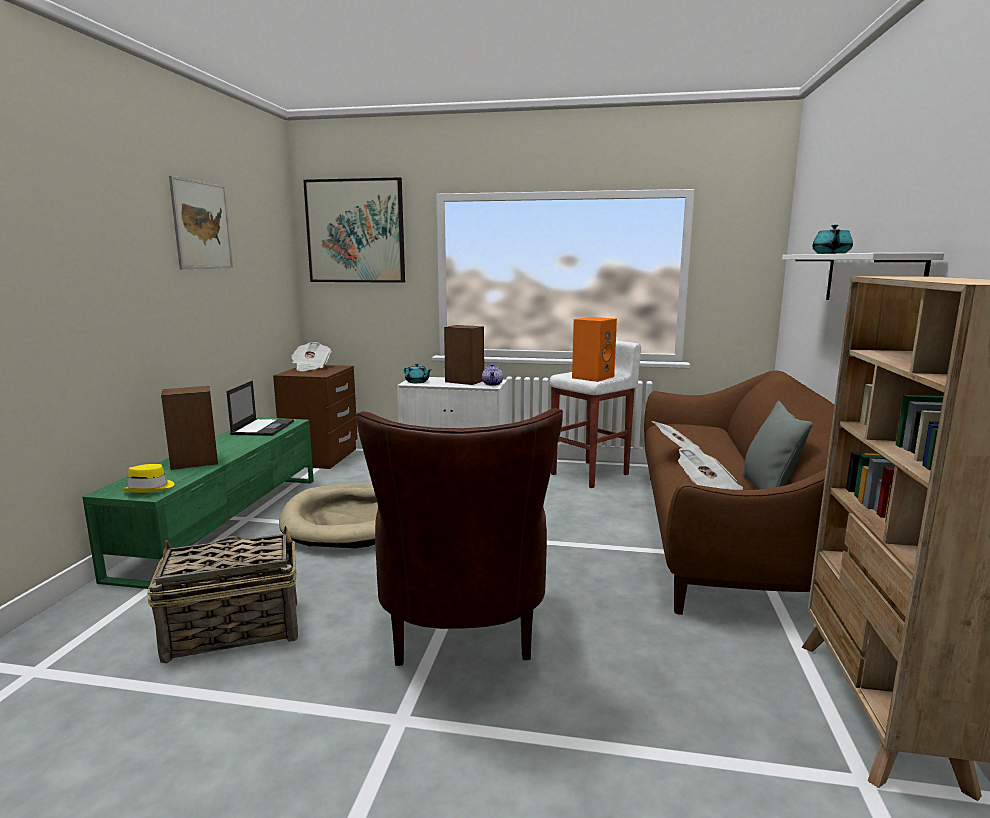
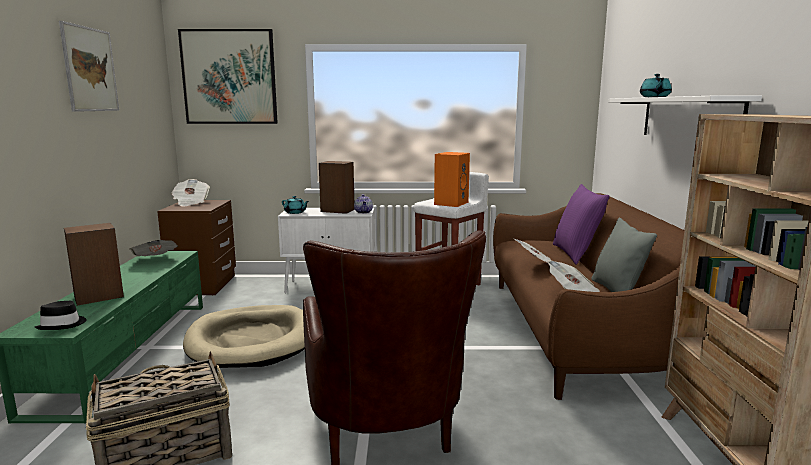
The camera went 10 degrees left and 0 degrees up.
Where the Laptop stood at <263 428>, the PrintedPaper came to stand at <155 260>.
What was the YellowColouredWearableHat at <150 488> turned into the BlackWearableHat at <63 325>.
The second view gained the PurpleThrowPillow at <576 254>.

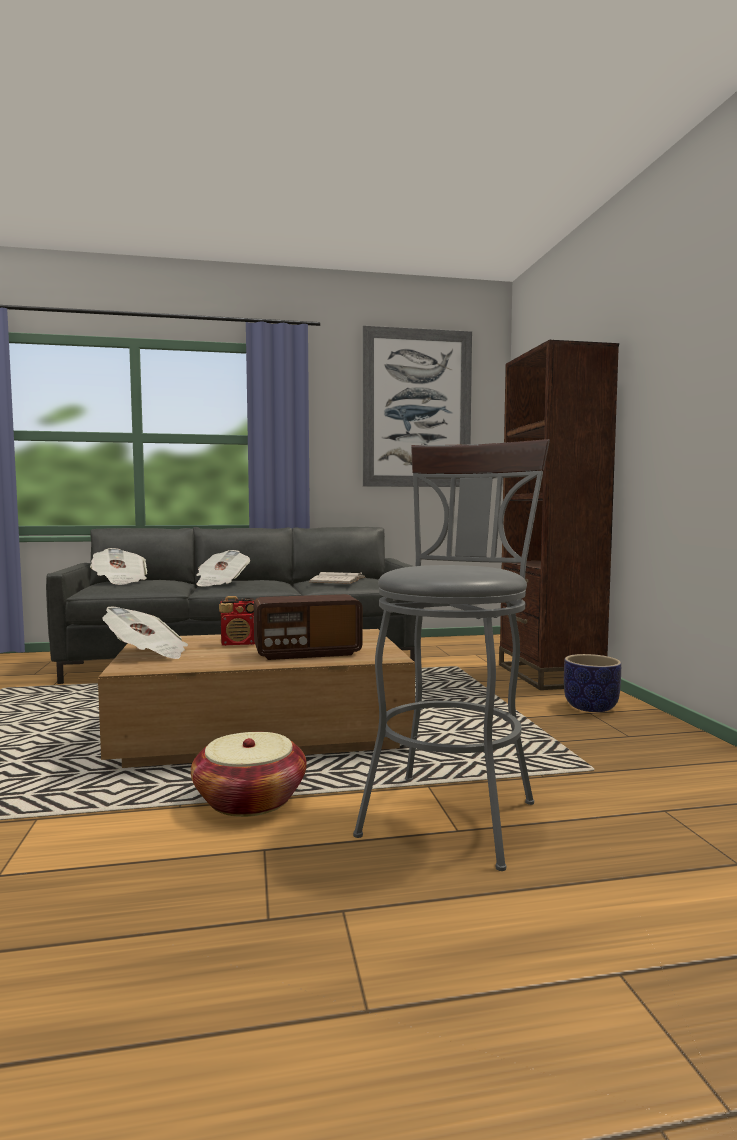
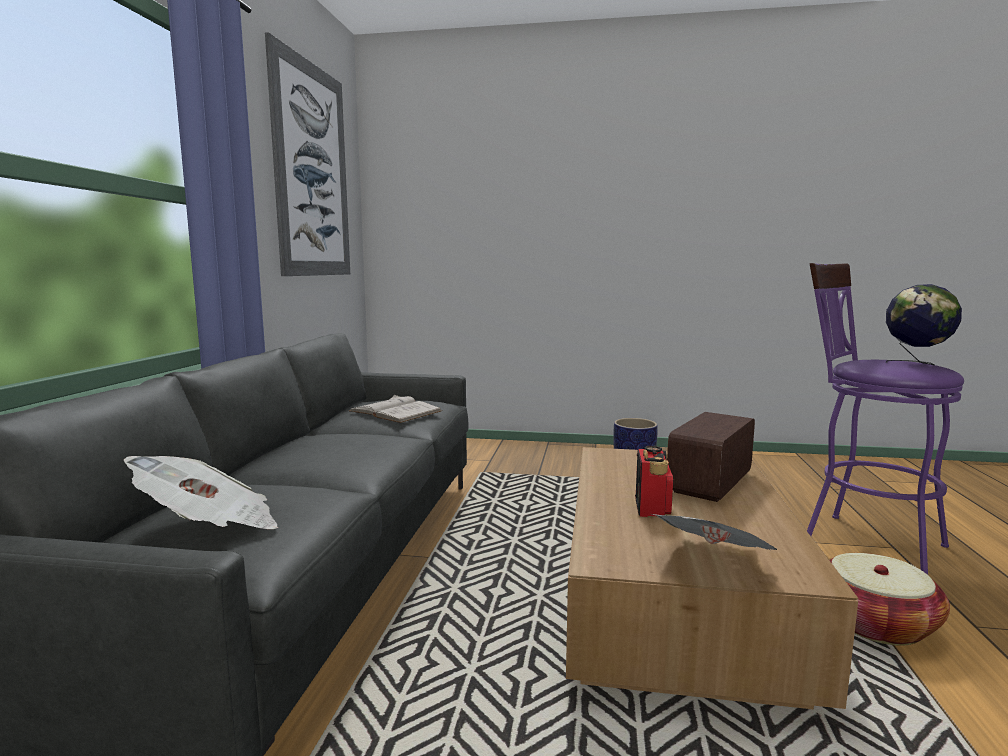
The camera went 70 degrees left and 5 degrees up.
The second view lost the BrownBookcase at <549 675>.
What was the GrayStoolSeat at <452 811> turned into the PurpleStoolSeat at <860 542>.
The second view lost the PrintedPaper at <221 583>.
The Radio at <307 653> ended up facing another way, 150 degrees counterclockwise from before.
The second view gained the DeskGlobe at <916 363>.

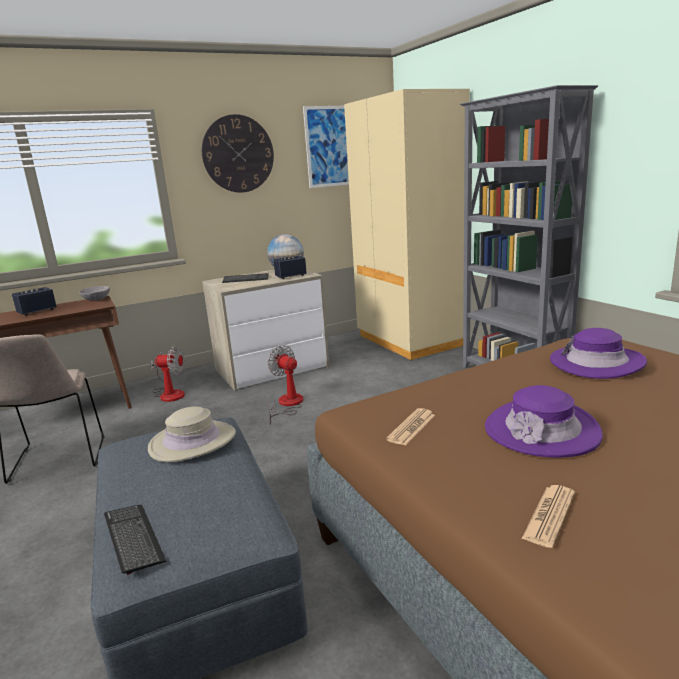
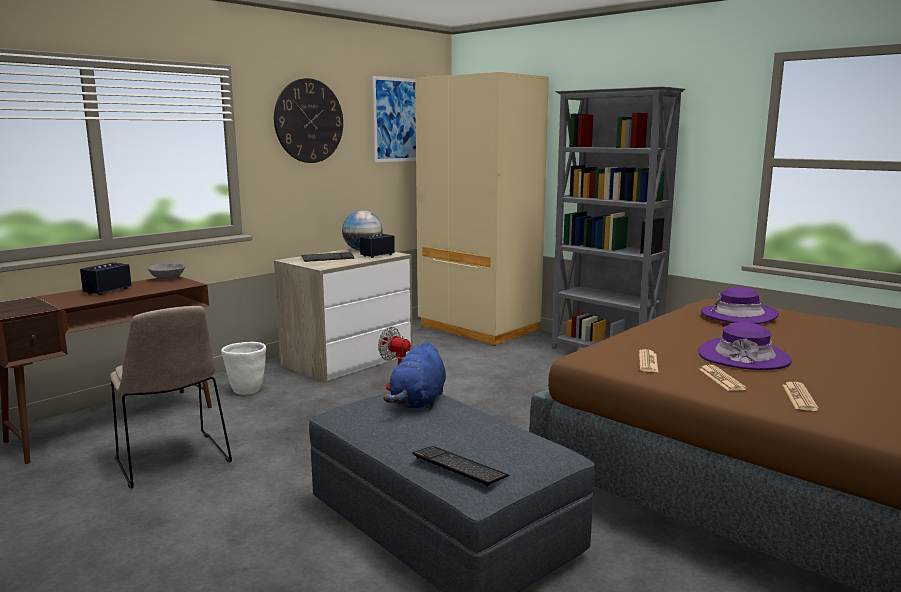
The camera went 20 degrees left and 5 degrees down.
Where the CoolingFan stood at <169 393>, the WhitePlantPot came to stand at <246 390>.
Where the SandColouredWearableHat stood at <192 442>, the BluePlushToy came to stand at <418 402>.
The second view gained the PrintedPaper at <721 379>.

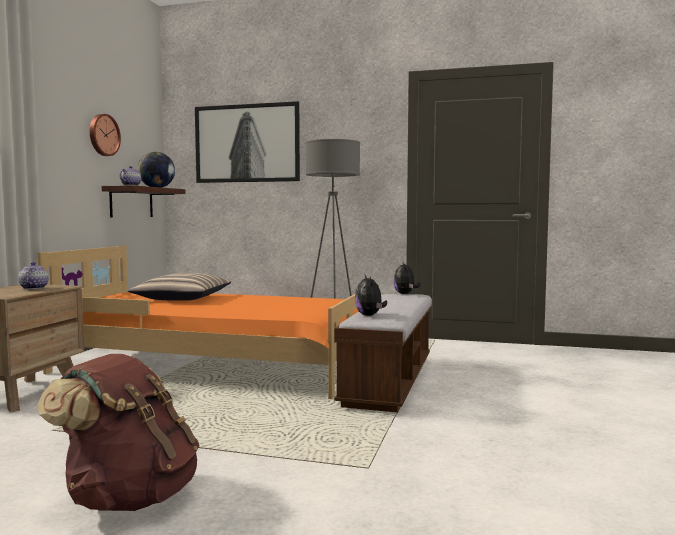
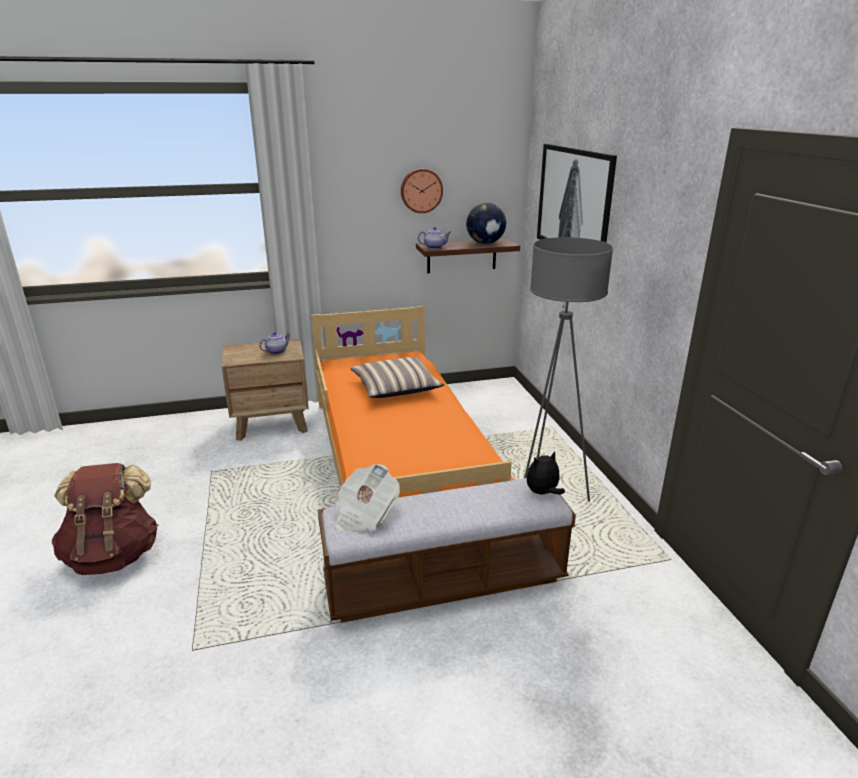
The camera went 60 degrees right and 20 degrees up.
Where the PlushToy stood at <370 315>, the PrintedPaper came to stand at <365 514>.

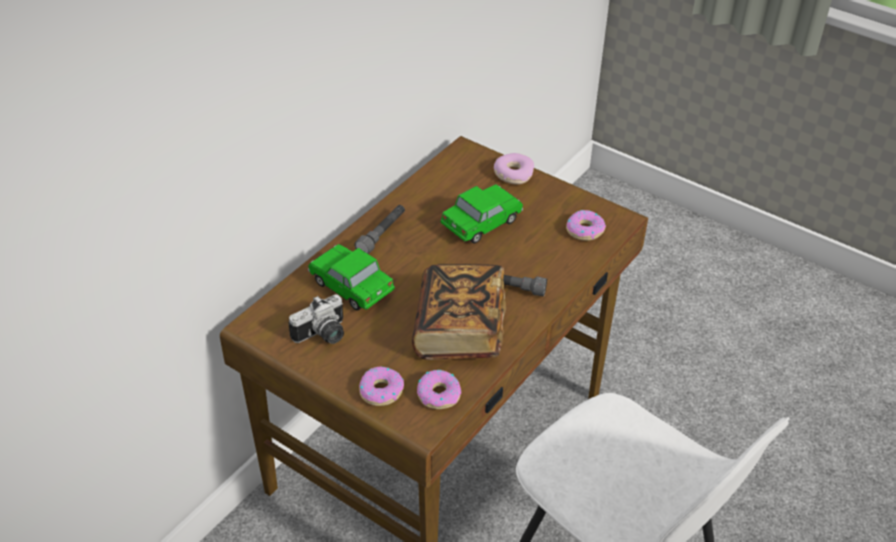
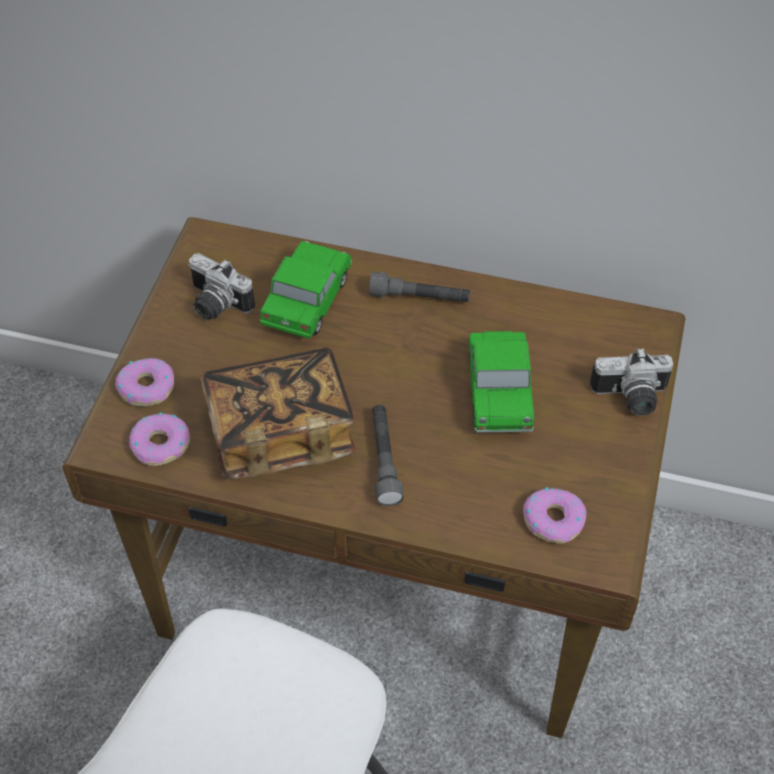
The camera went 70 degrees right and 10 degrees up.
Where the RingDoughnut stood at <513 174>, the PhotoCamera came to stand at <630 398>.
The ToyCar at <481 224> ended up facing another way, 60 degrees clockwise from before.

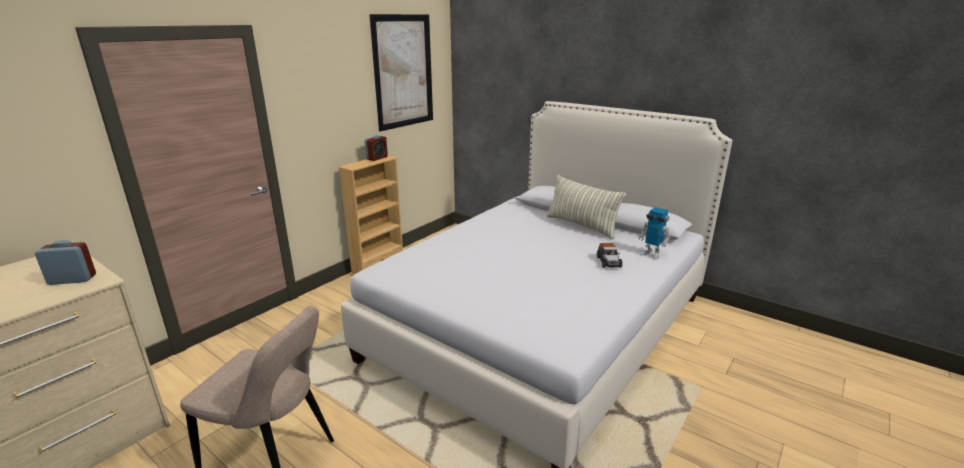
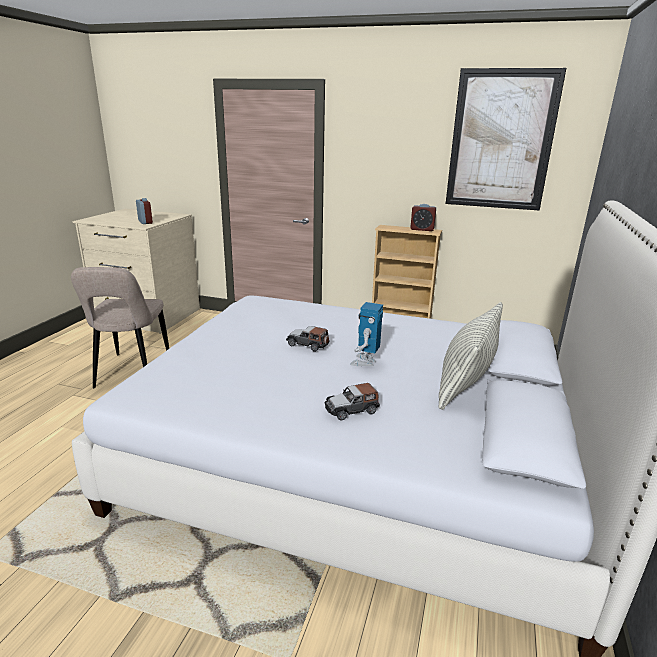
The camera went 70 degrees right and 0 degrees up.
The RobotFigure ended up elsewhere, having gone from <651 254> to <365 362>.
The second view gained the ToyCar at <308 344>.

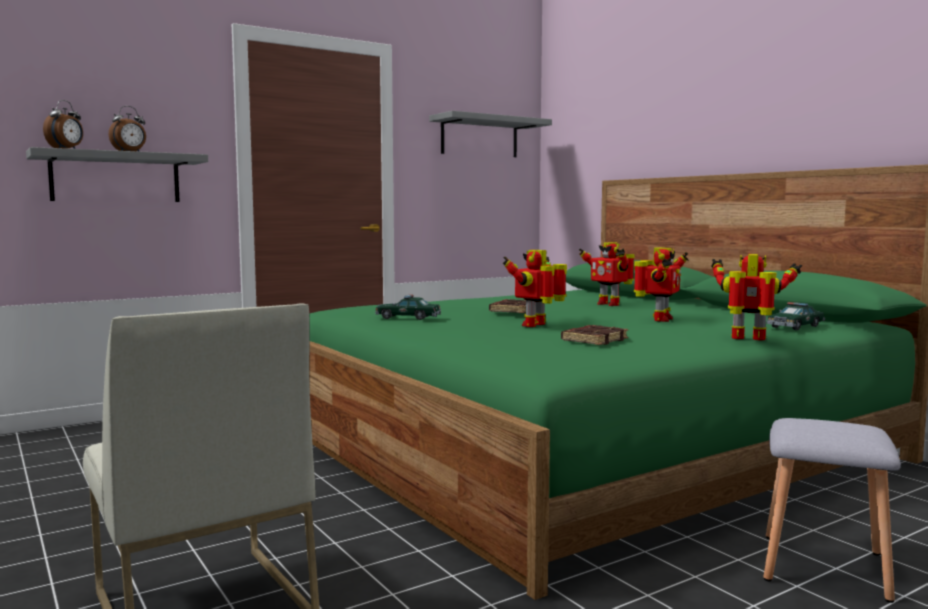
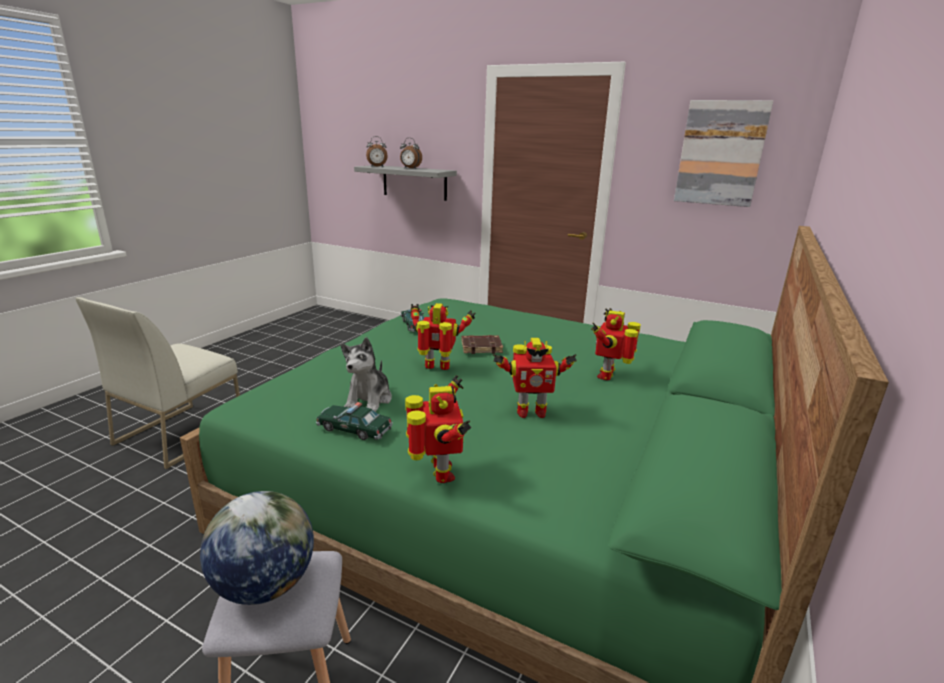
The camera went 60 degrees right and 15 degrees up.
Where the GrayBracketShelf hung at <479 137>, the WallArt came to hang at <720 153>.
The ToyCar ended up elsewhere, having gone from <795 327> to <354 429>.
Where the BrownVolume stood at <594 340>, the PlushToy came to stand at <369 400>.
The second view gained the DeskGlobe at <265 585>.

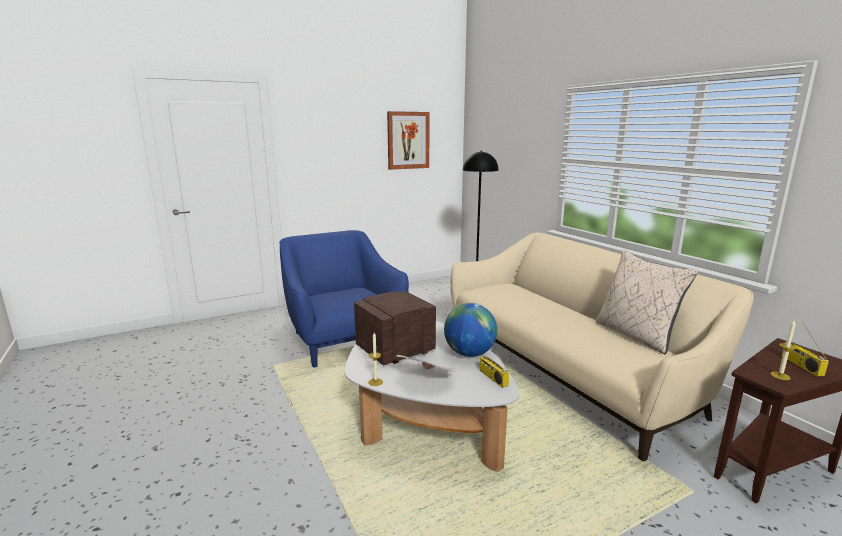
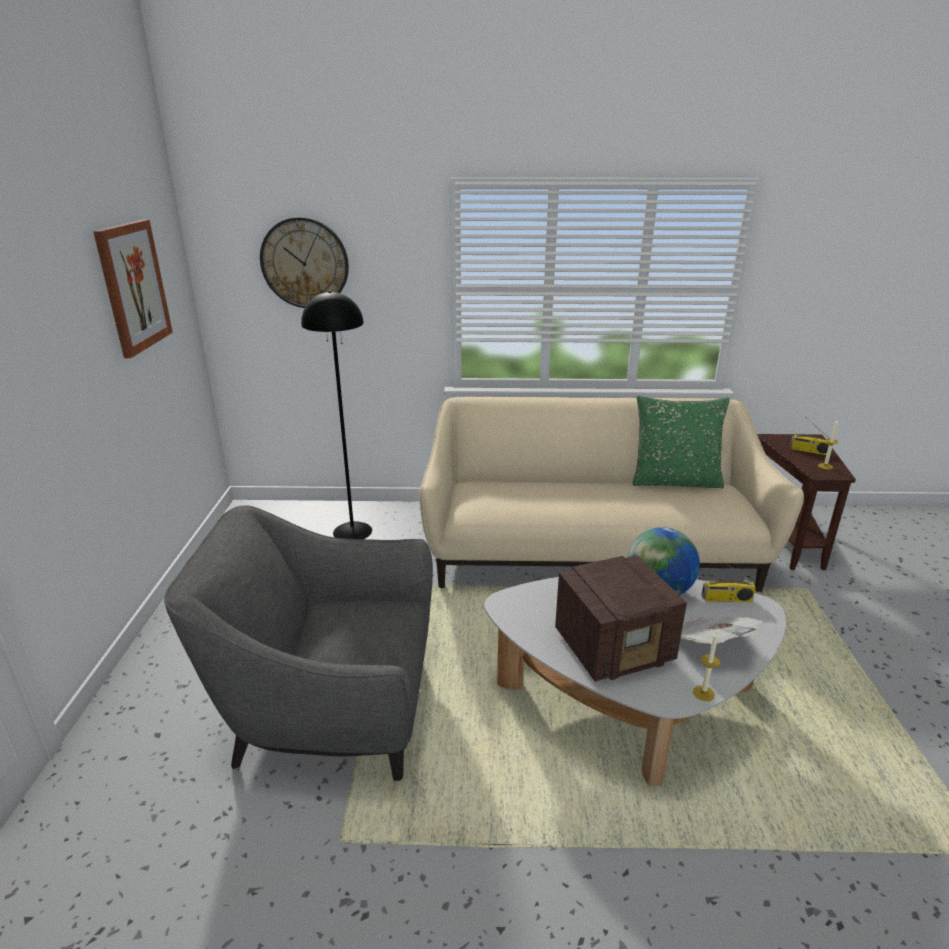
The camera went 60 degrees left and 10 degrees up.
What was the BlueLoungeChair at <342 340> turned into the GrayLoungeChair at <331 711>.
What was the SandColouredThrowPillow at <635 335> turned into the GreenThrowPillow at <675 481>.
The Radio at <393 350> ended up facing another way, 105 degrees counterclockwise from before.
The second view gained the WallClock at <305 263>.

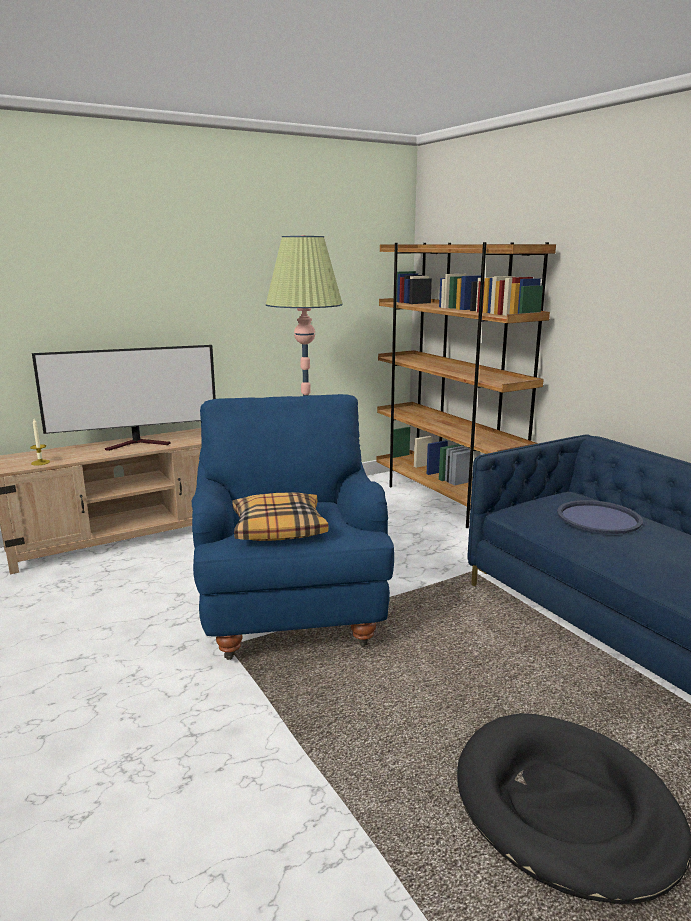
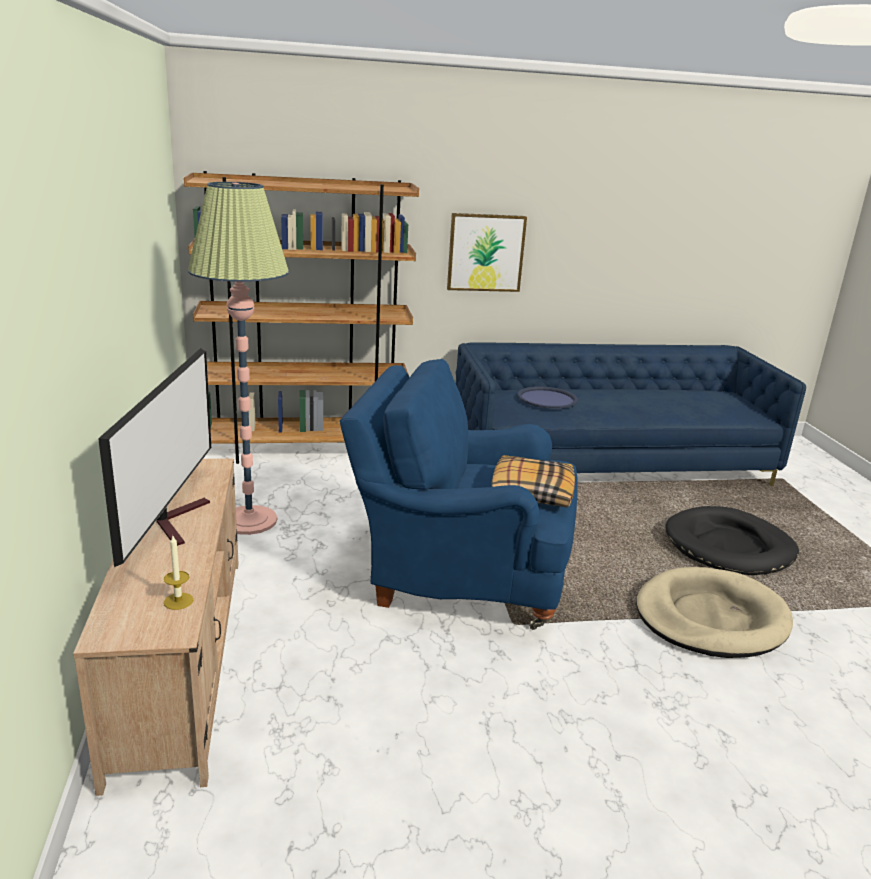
The camera went 70 degrees left and 5 degrees up.
The second view gained the WallArt at <485 252>.
The second view gained the SandColouredDogBed at <710 618>.

